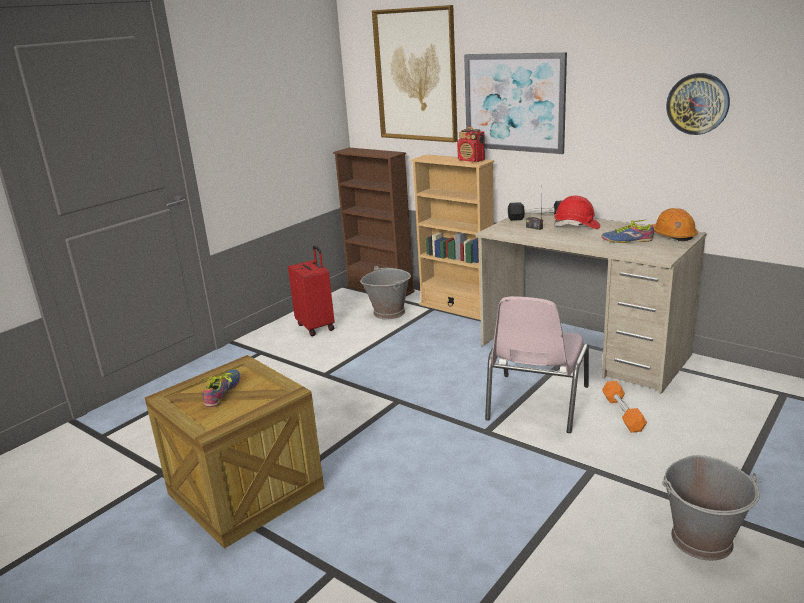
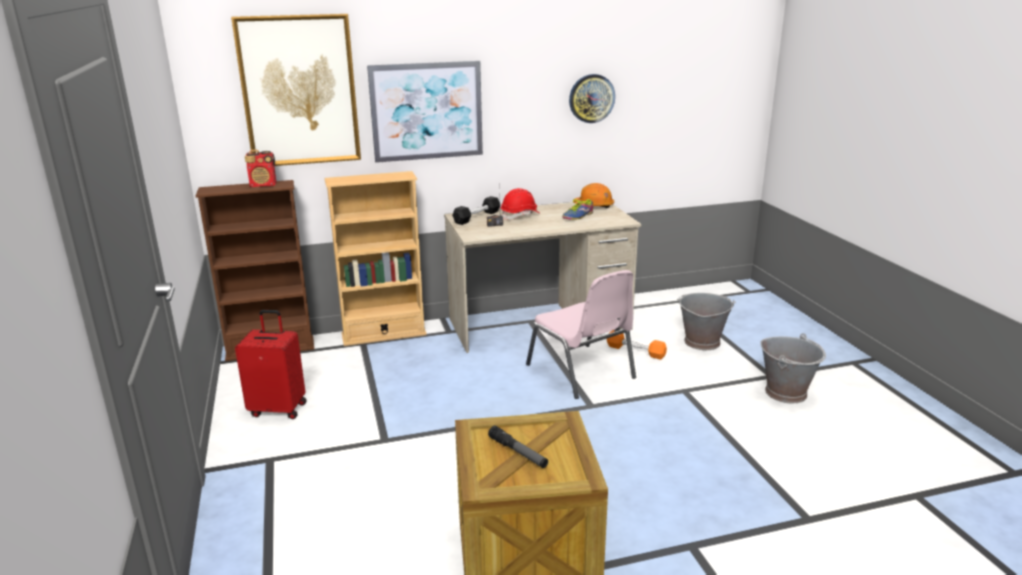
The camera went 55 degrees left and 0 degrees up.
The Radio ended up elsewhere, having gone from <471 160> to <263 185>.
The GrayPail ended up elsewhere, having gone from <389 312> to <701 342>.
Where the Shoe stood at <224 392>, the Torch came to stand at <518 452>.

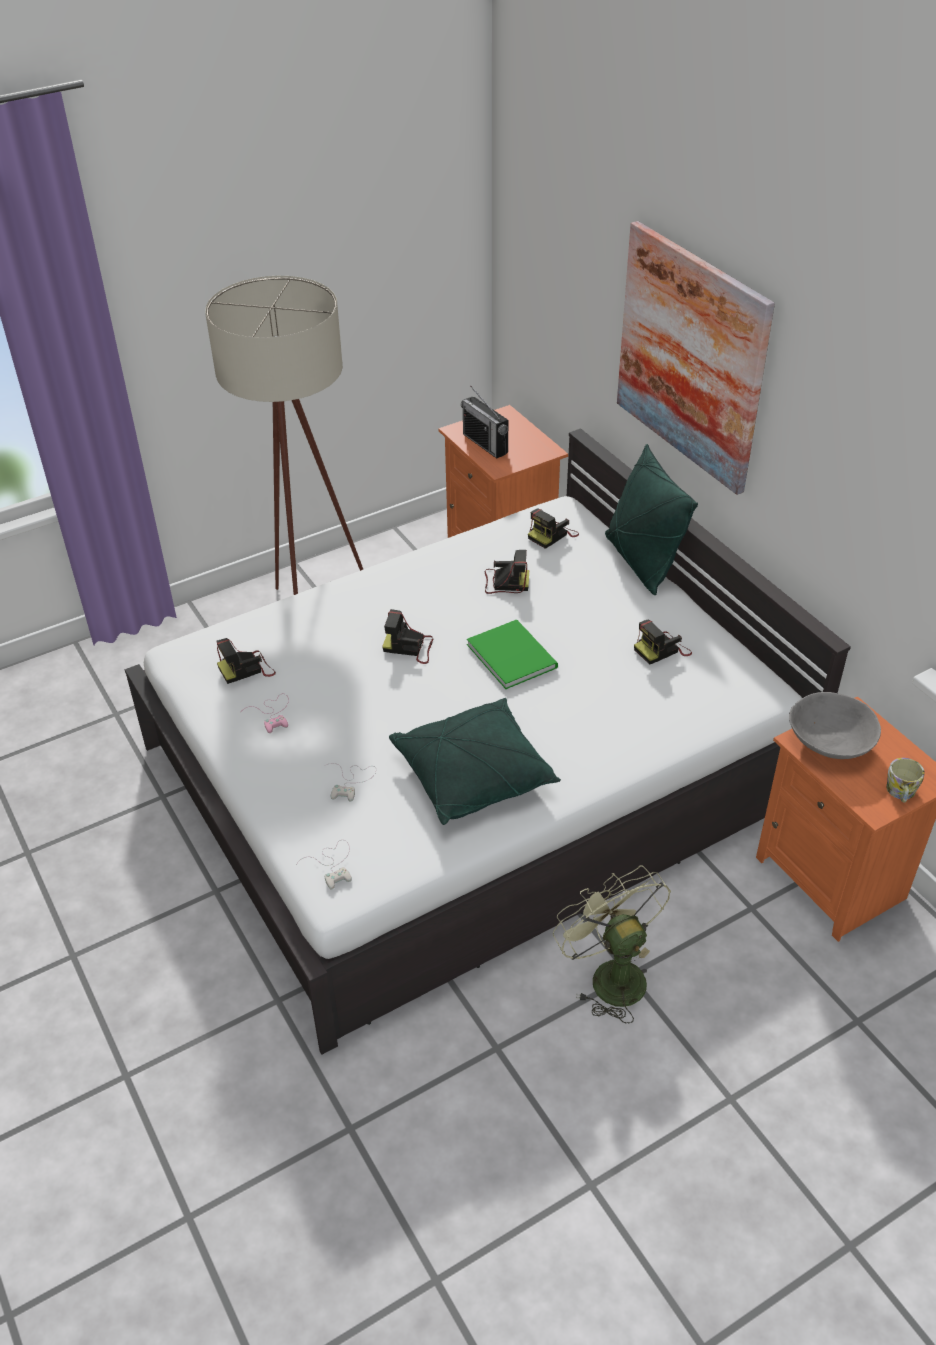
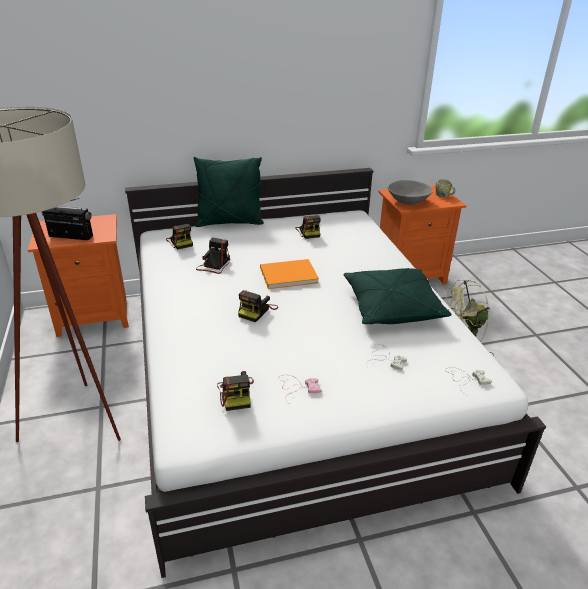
The camera went 75 degrees left and 10 degrees down.
The second view lost the WallArt at <691 356>.
The Radio at <485 444> ended up facing another way, 150 degrees counterclockwise from before.
What was the GreenVolume at <512 654> turned into the OrangeyVolume at <286 275>.

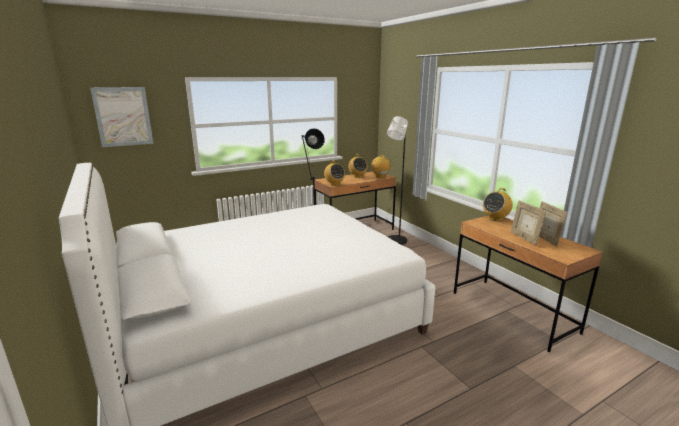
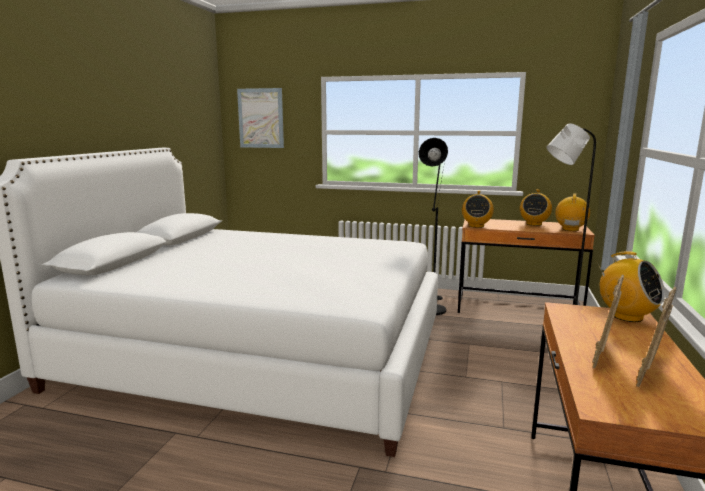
The camera went 45 degrees right and 5 degrees down.
The Radio at <495 218> ended up facing another way, 135 degrees counterclockwise from before.

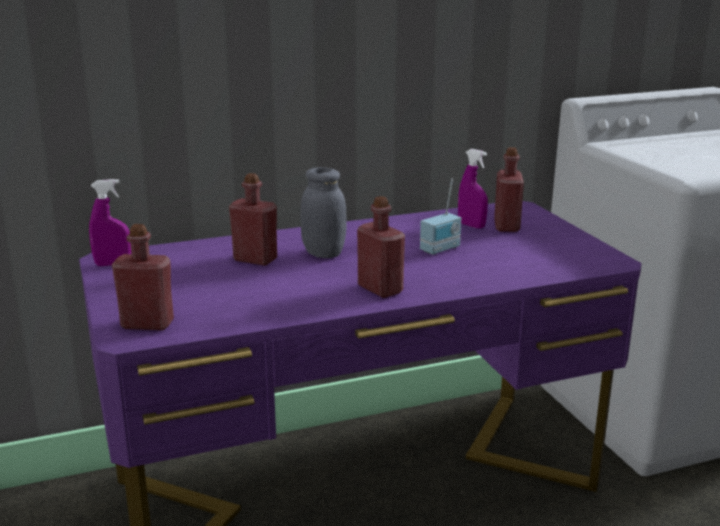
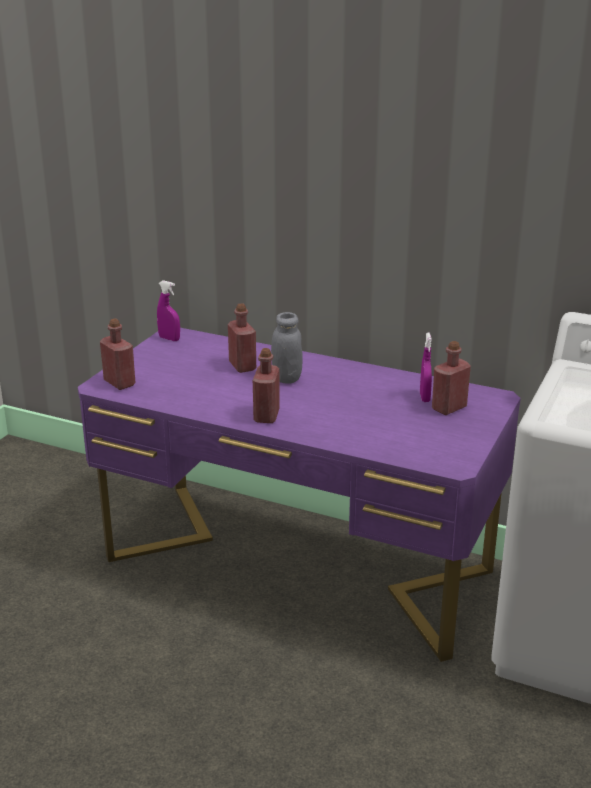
The camera went 45 degrees right and 5 degrees up.
The second view lost the Radio at <441 249>.

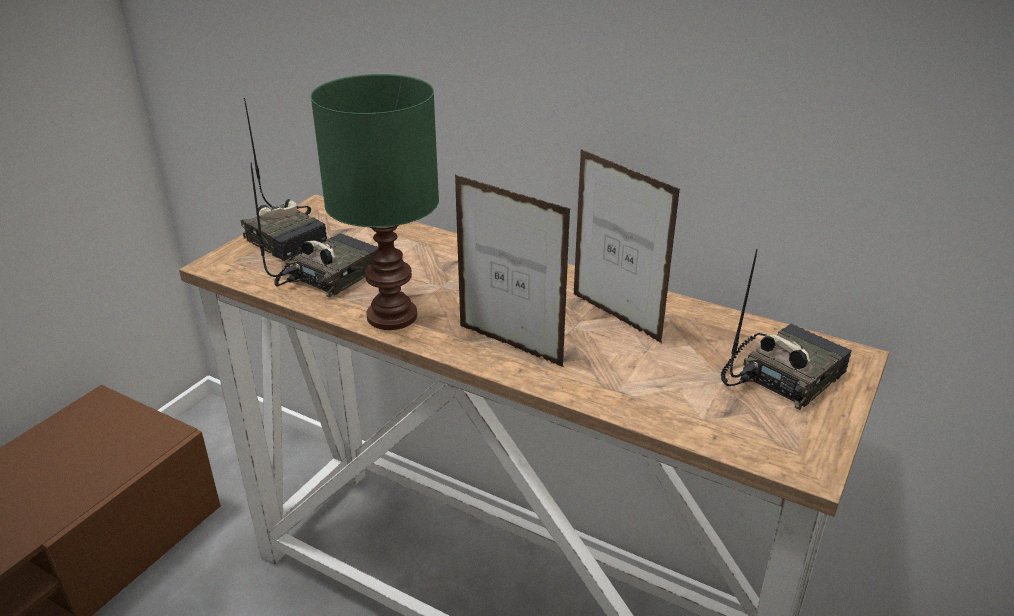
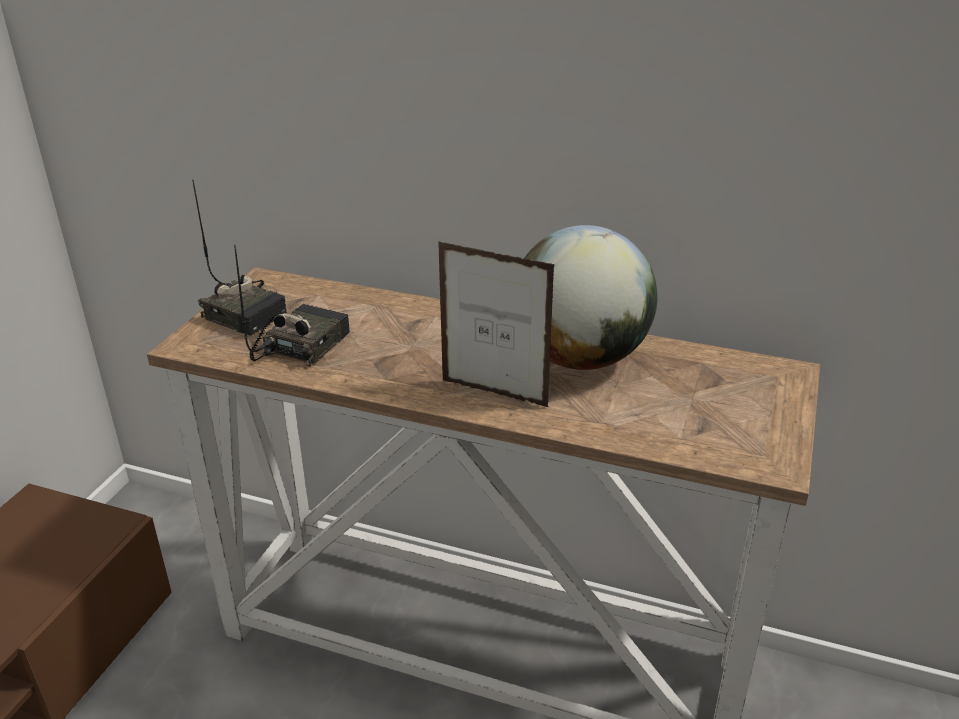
The camera went 10 degrees left and 0 degrees up.
The second view lost the GreenTableLamp at <390 315>.
Where the PhotoFrame stood at <615 317>, the DeskGlobe came to stand at <580 358>.
The second view lost the Radio at <782 375>.

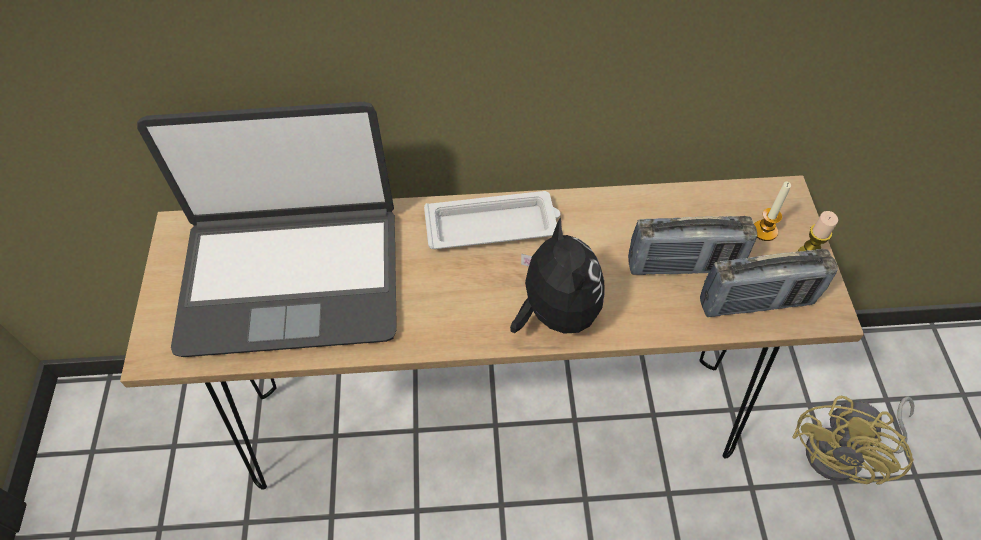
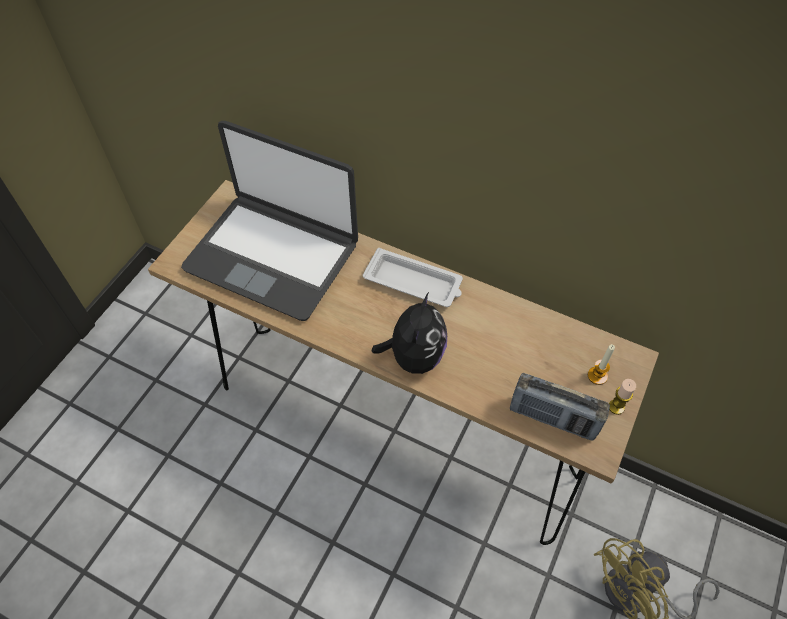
The camera went 30 degrees right and 0 degrees up.
The second view lost the Radio at <683 265>.

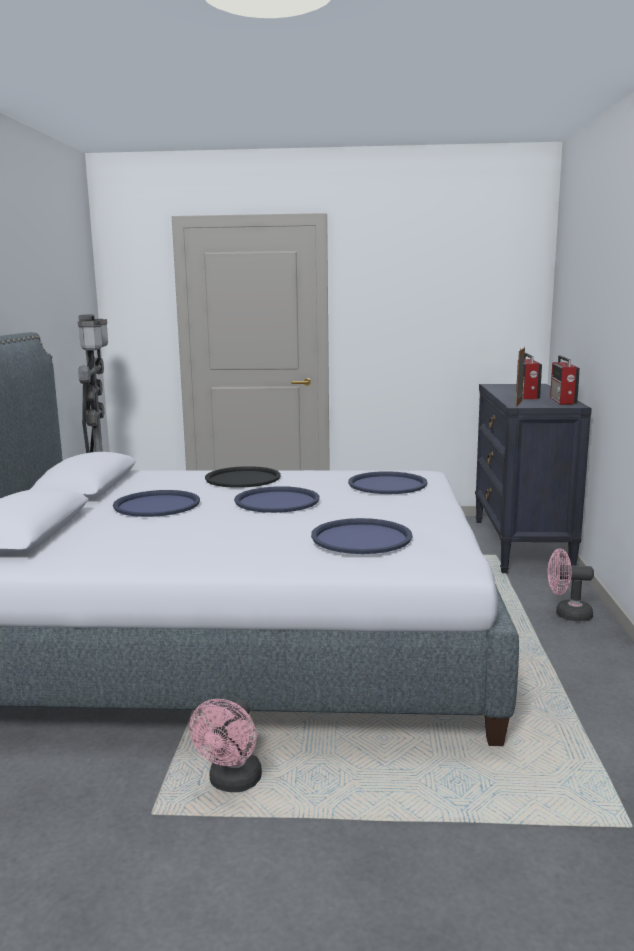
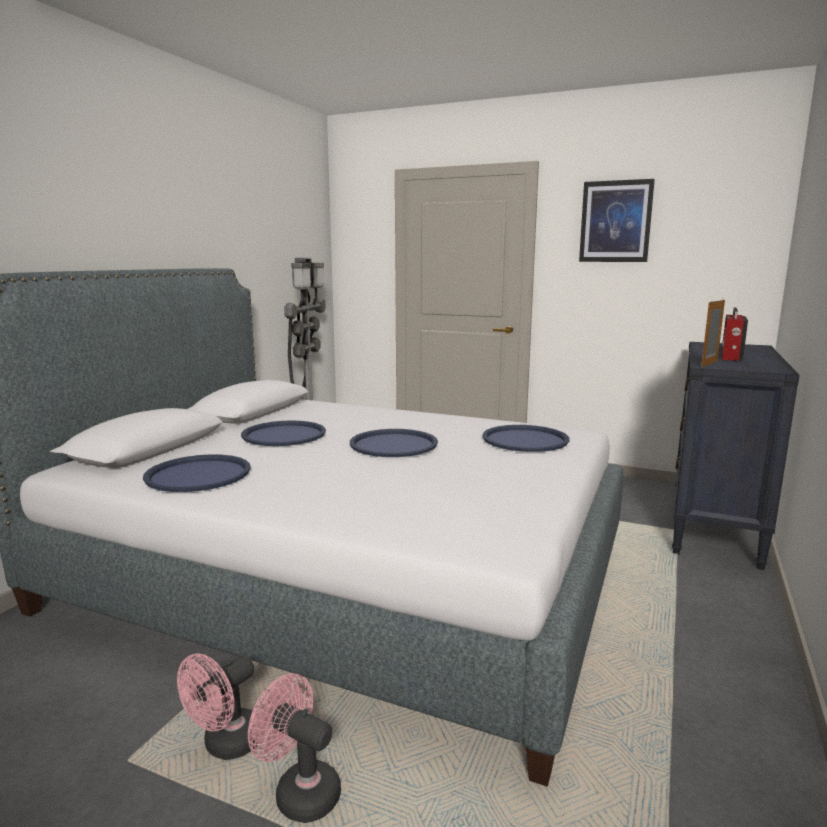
The camera went 20 degrees right and 0 degrees up.
The second view lost the Radio at <562 401>.
The second view lost the BlackCarryingTray at <242 478>.
The BlueCarryingTray ended up elsewhere, having gone from <361 538> to <198 474>.
The PinkishCoolingFan ended up elsewhere, having gone from <567 614> to <299 791>.
The second view gained the WallArt at <615 221>.

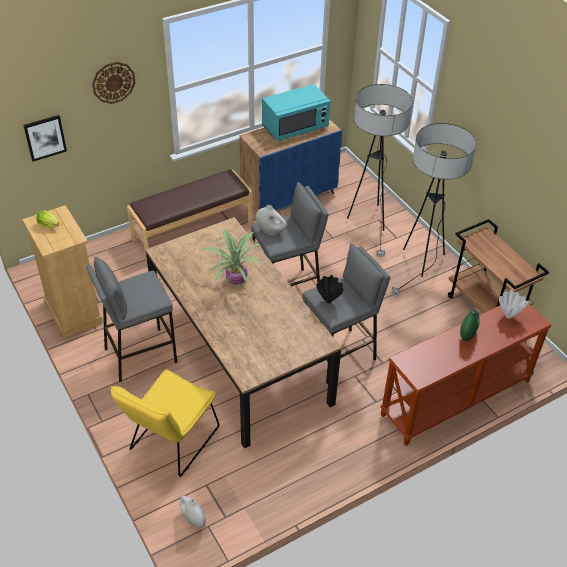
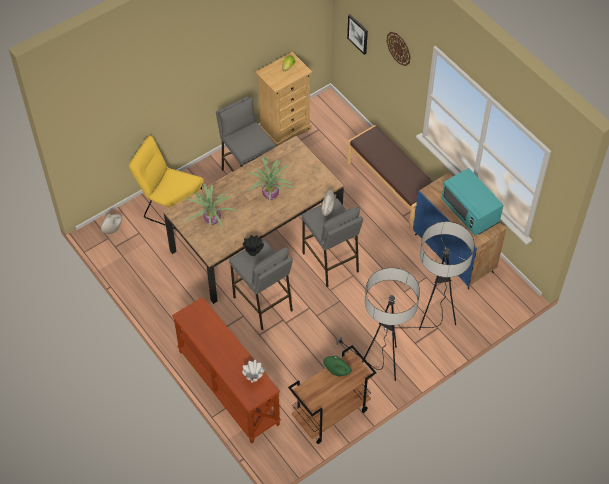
The camera went 85 degrees right and 10 degrees up.
The GreenDecorativeVase ended up elsewhere, having gone from <467 334> to <337 372>.
The second view gained the Houseplant at <211 220>.

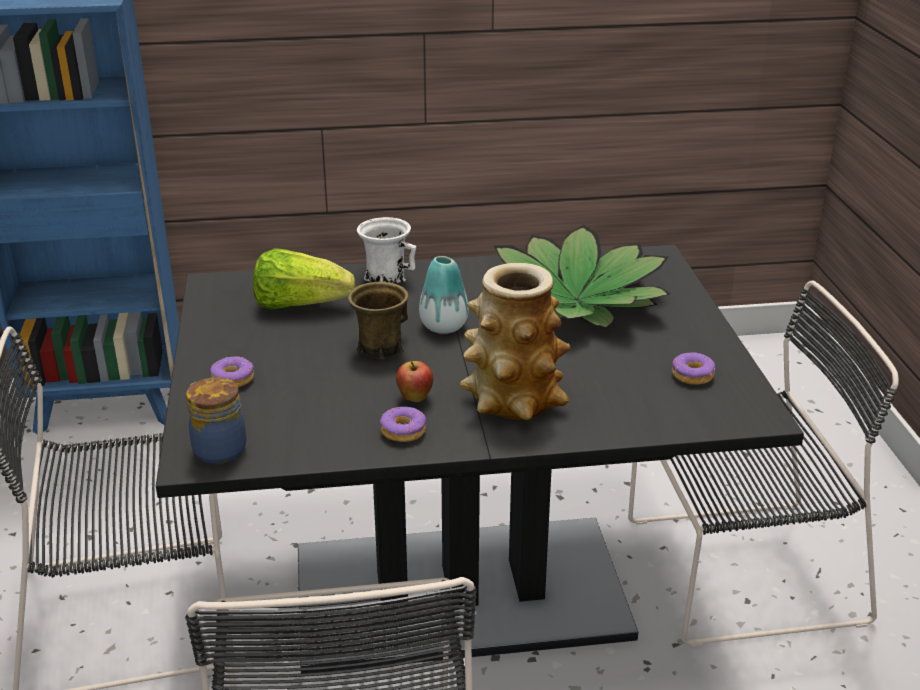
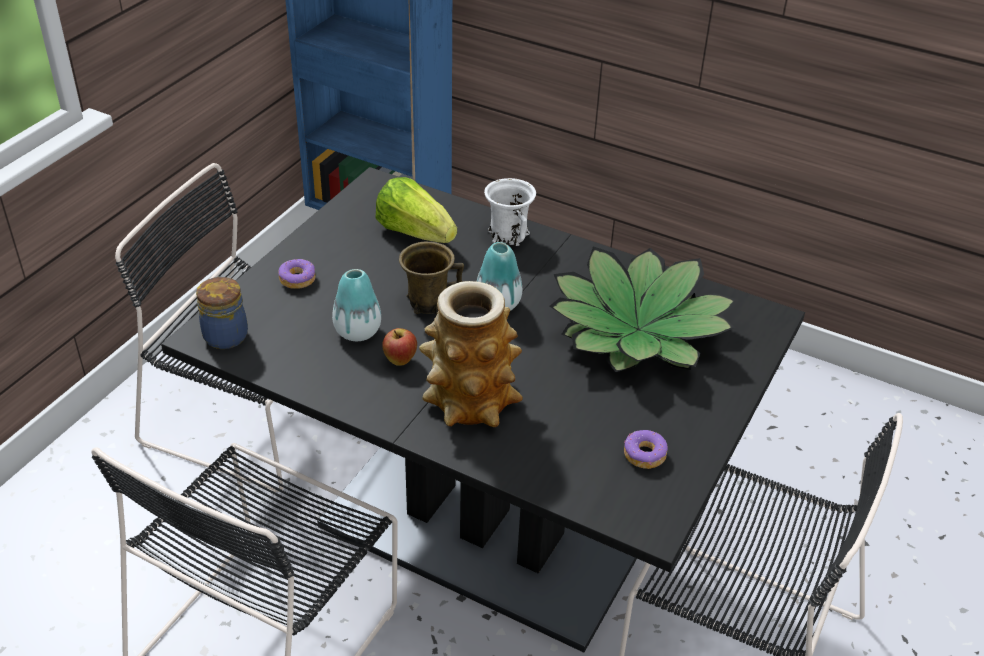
The camera went 35 degrees right and 10 degrees up.
The second view lost the RingDoughnut at <403 431>.
The second view gained the DecorativeVase at <357 331>.

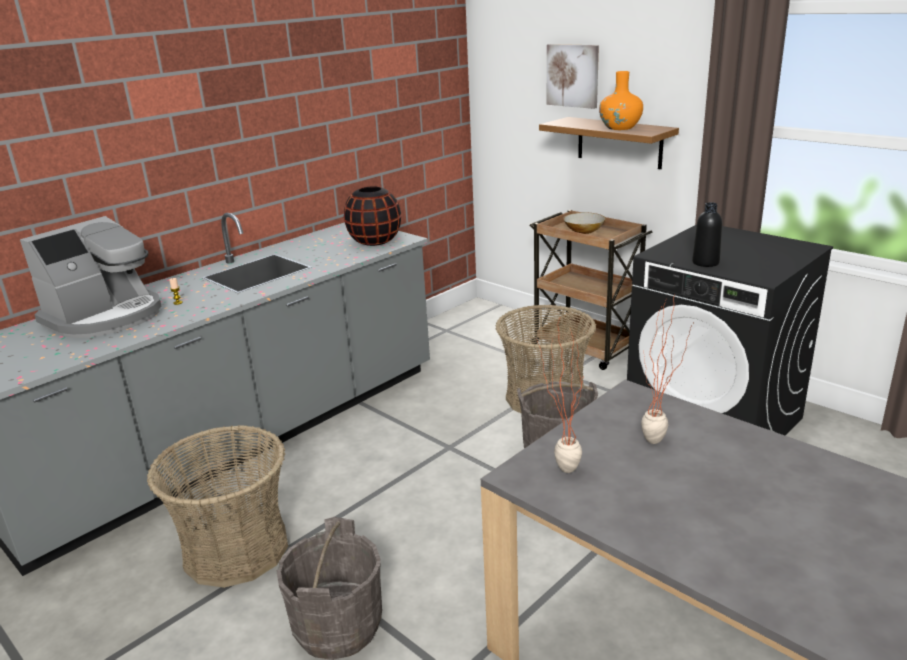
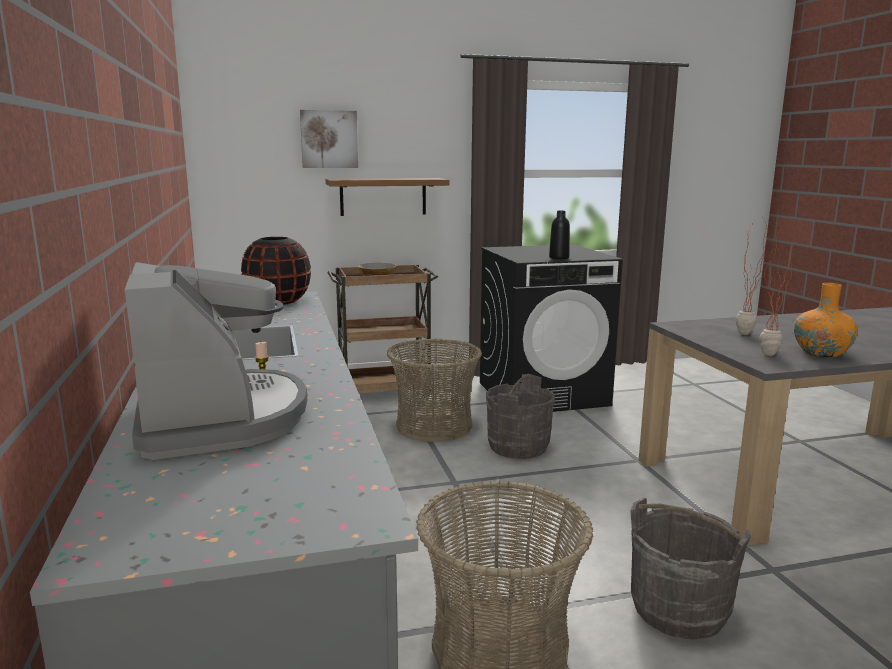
The camera went 60 degrees left and 10 degrees down.
The OrangeyDecorativeVase ended up elsewhere, having gone from <620 128> to <821 353>.

